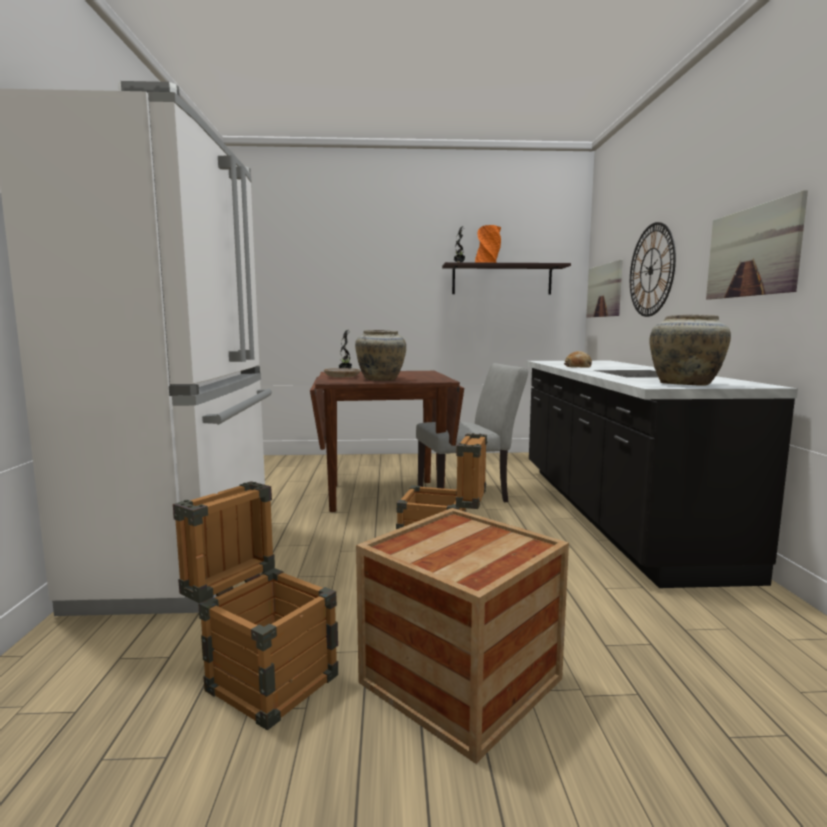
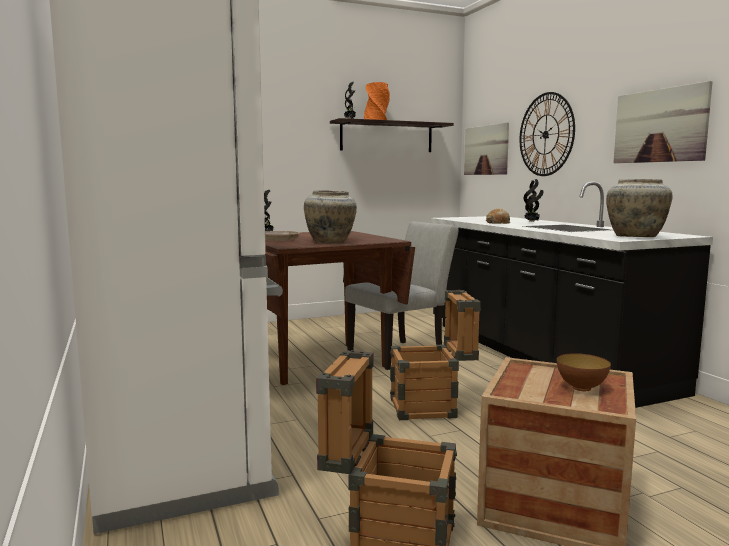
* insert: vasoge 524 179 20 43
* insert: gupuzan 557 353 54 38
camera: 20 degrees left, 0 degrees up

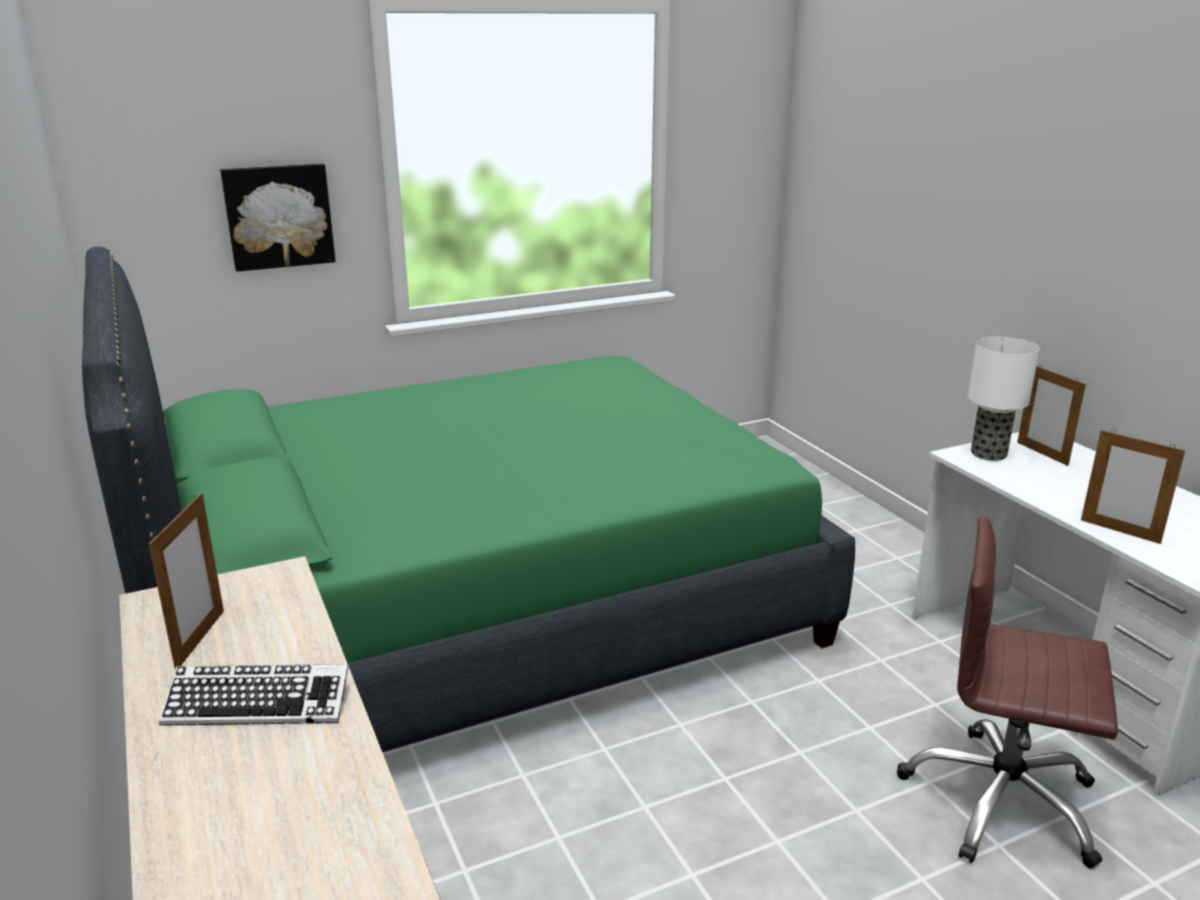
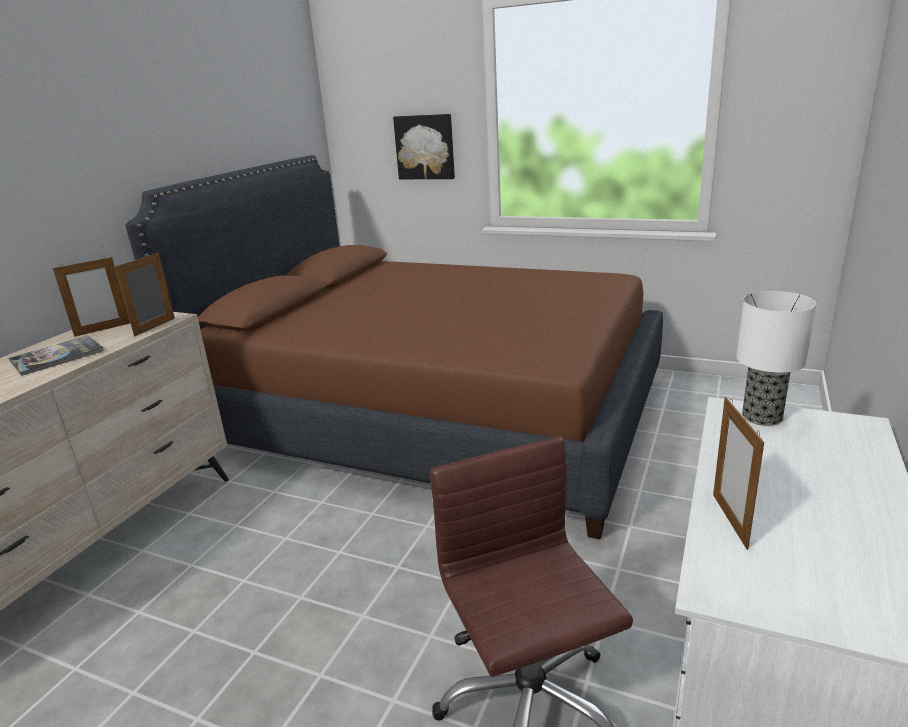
* recolor: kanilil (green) 82 246 773 506 to kanilil (brown) 126 155 537 384
* move: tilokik 1017 364 69 102 to 115 253 60 83
* replace: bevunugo 158 664 191 62 to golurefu 9 336 95 40
camera: 50 degrees right, 0 degrees up

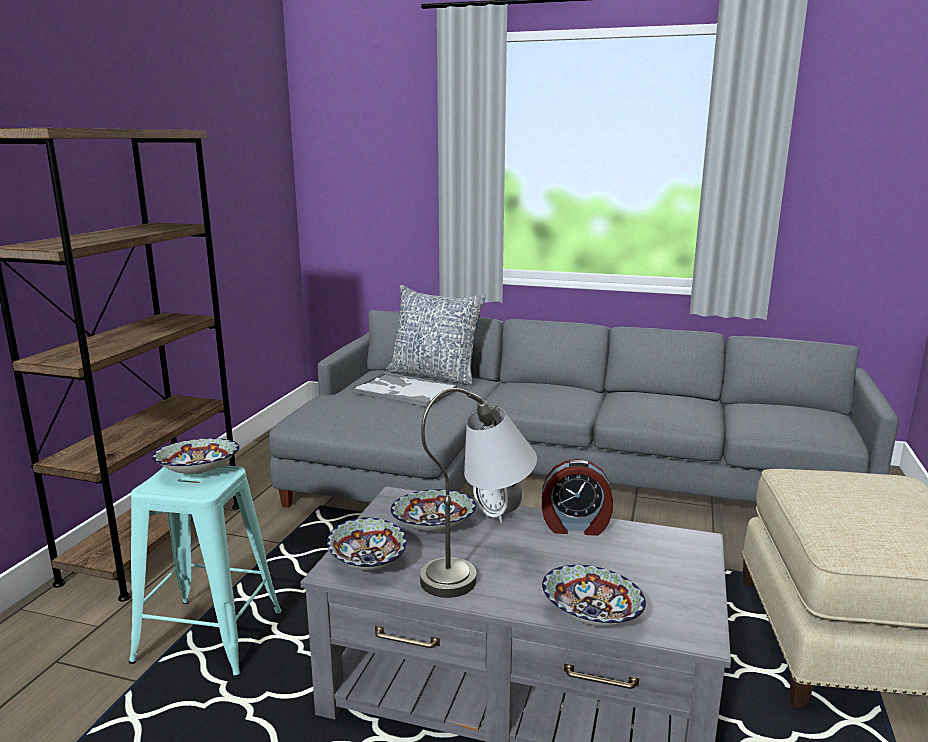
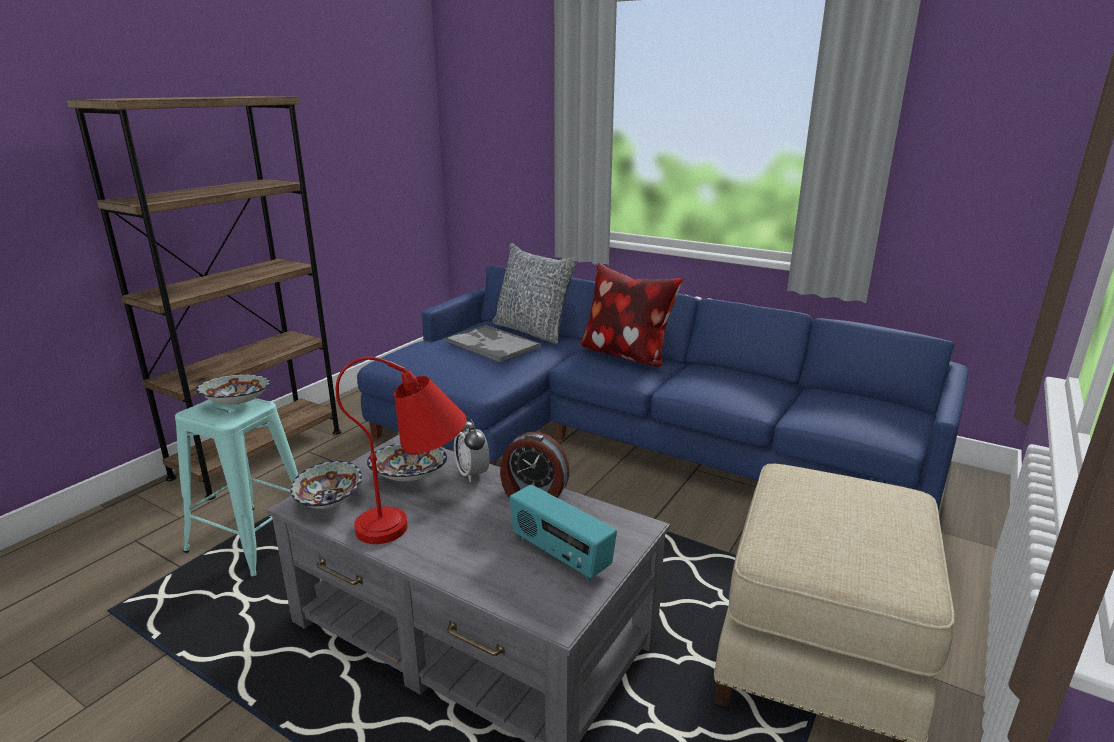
* recolor: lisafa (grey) 269 310 630 198 to lisafa (blue) 357 265 612 246
* recolor: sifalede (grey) 420 388 117 210 to sifalede (red) 336 357 130 187
* delete: gupuzan 542 565 104 61
* insert: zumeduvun 579 263 104 103
* insert: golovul 510 484 107 97
camera: 15 degrees right, 5 degrees up

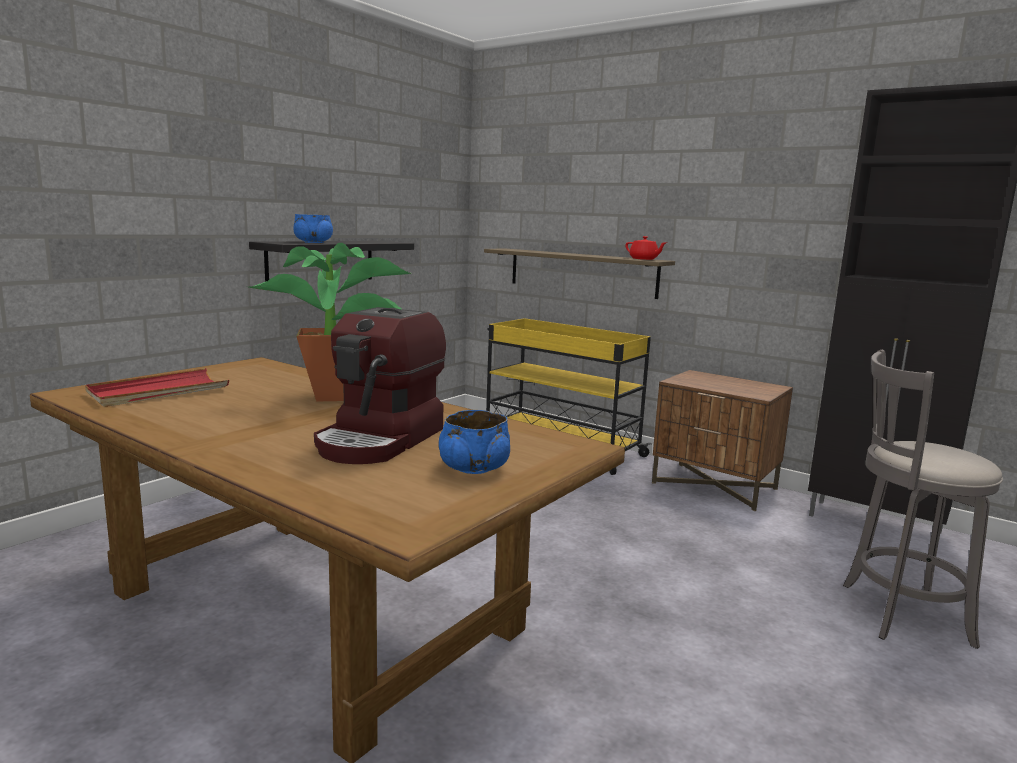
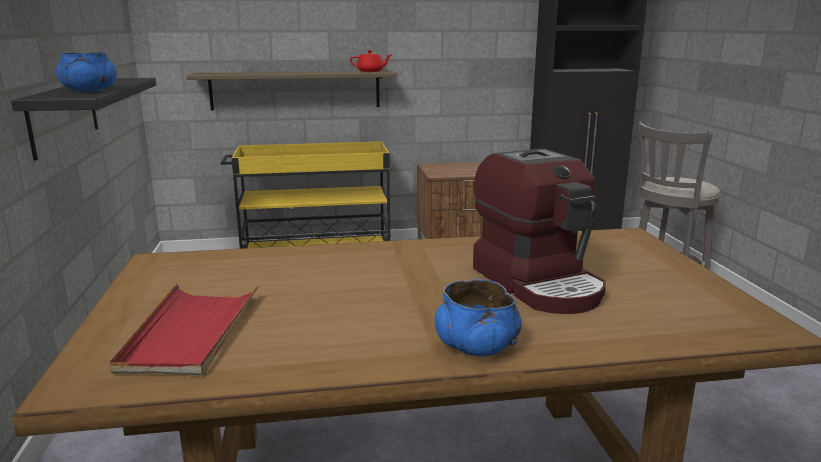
* delete: vasoge 249 243 162 159
* move: gupuzan (blue) 439 410 71 64 to 435 279 86 77
camera: 45 degrees left, 5 degrees up

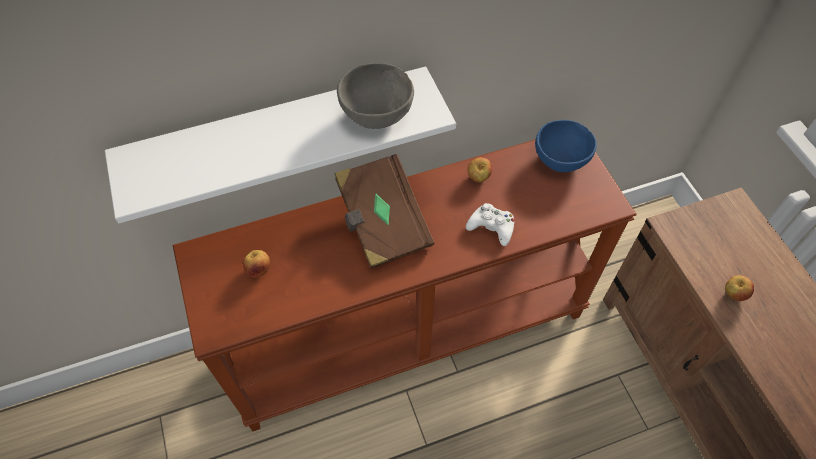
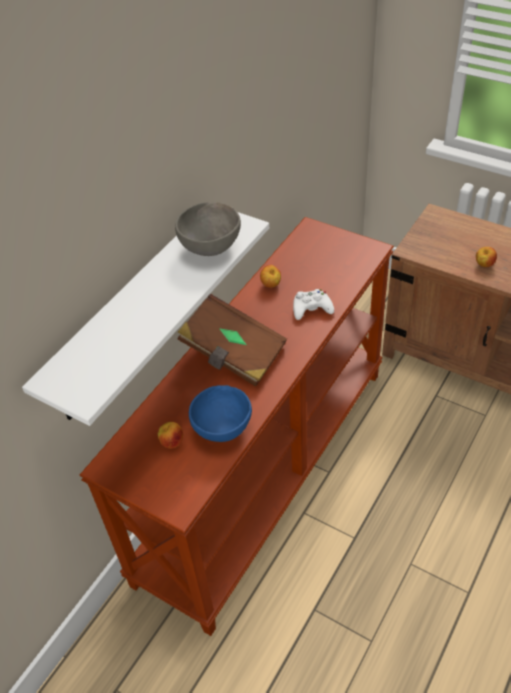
* move: gupuzan (blue) 535 120 61 52 to 189 385 63 57
camera: 35 degrees left, 10 degrees down

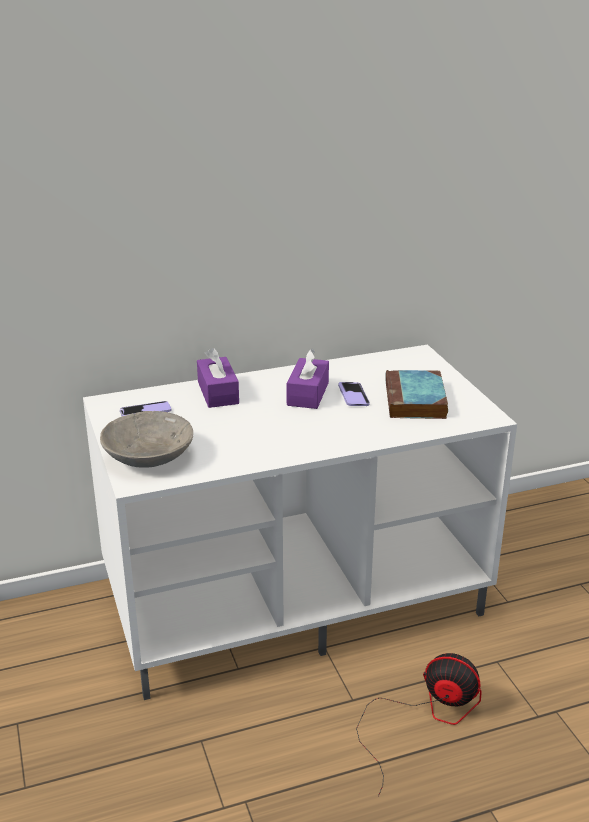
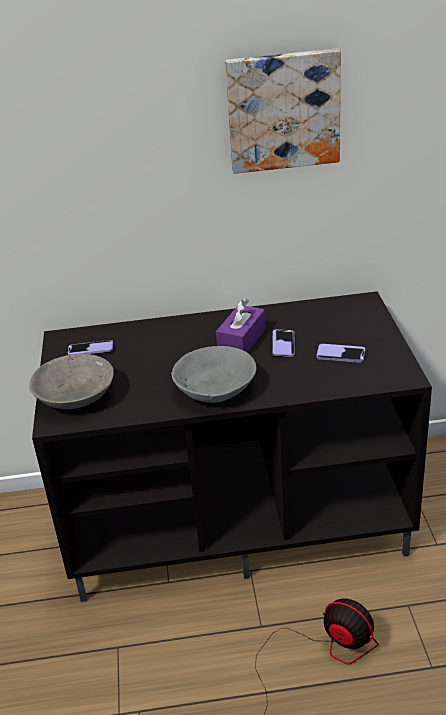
* recolor: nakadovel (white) 83 345 434 355 to nakadovel (black) 32 291 400 311
* delete: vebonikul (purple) 197 348 42 60
* replace: golurefu 385 370 63 49 to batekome 317 344 48 19
* insert: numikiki 225 49 116 125
* insert: gupuzan (grey) 171 346 85 57
camera: 15 degrees right, 5 degrees up

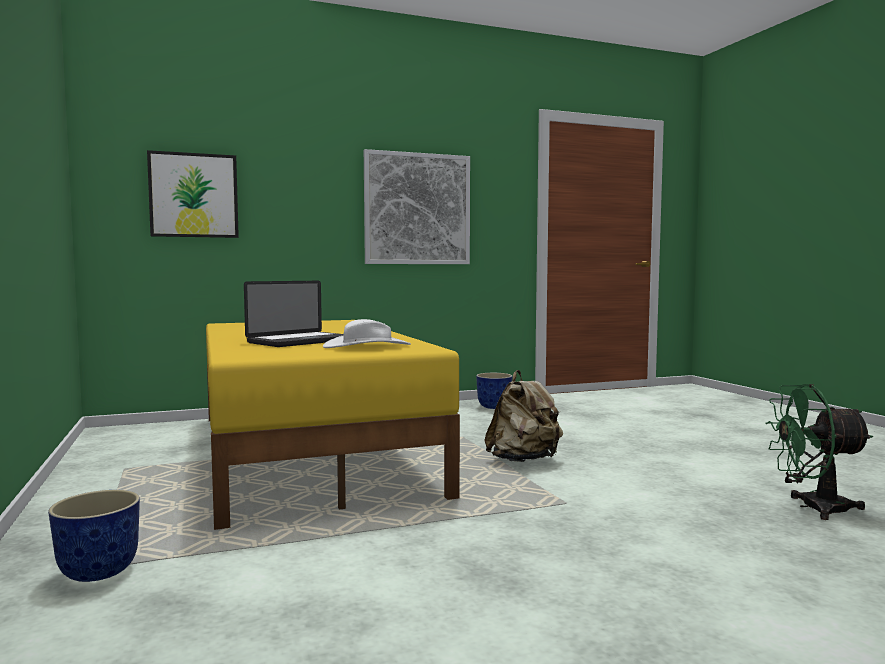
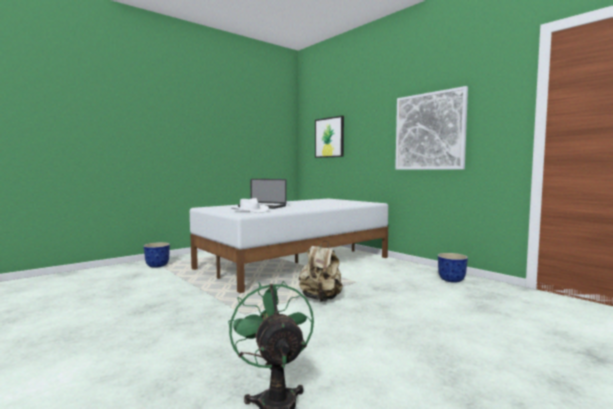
* recolor: kanilil (yellow) 206 320 254 210 to kanilil (white) 190 199 198 94
camera: 70 degrees right, 0 degrees up

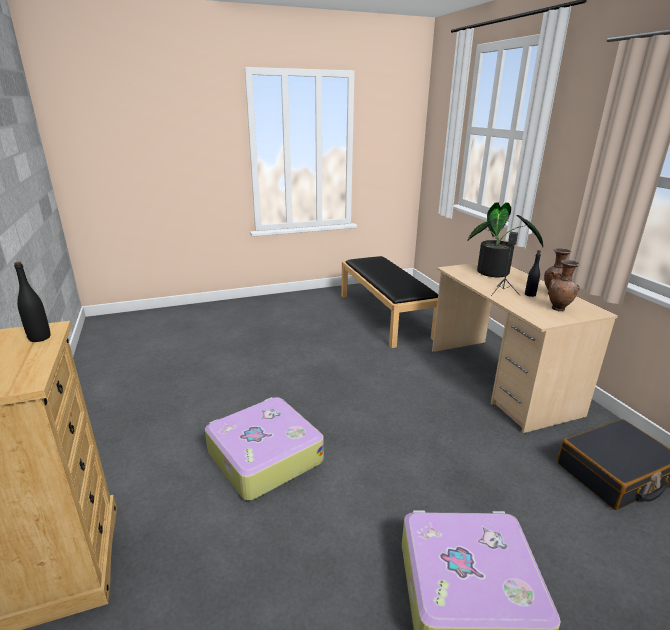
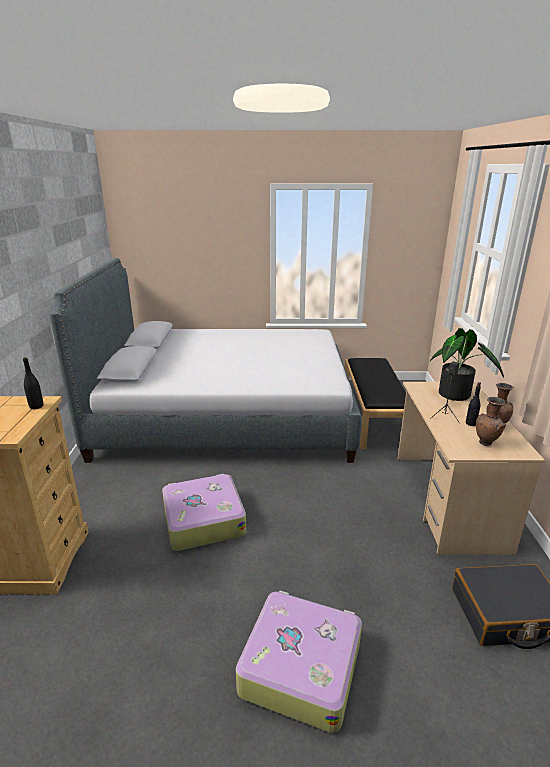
* insert: kanilil (grey) 50 258 311 205
camera: 20 degrees right, 0 degrees up

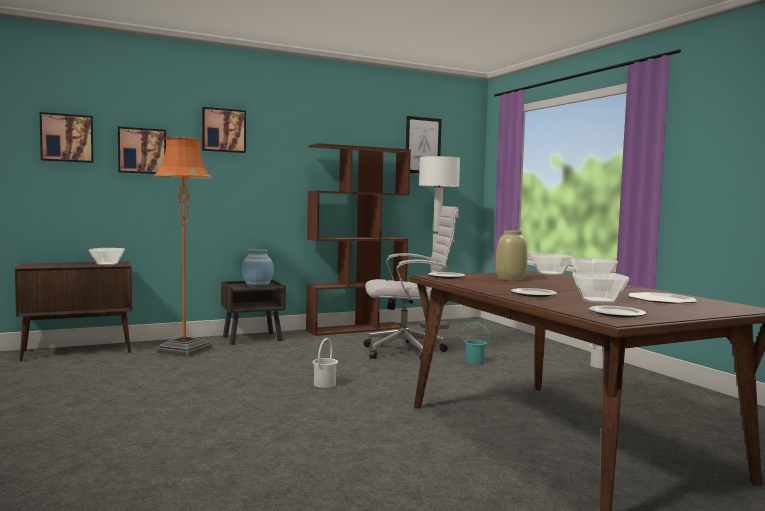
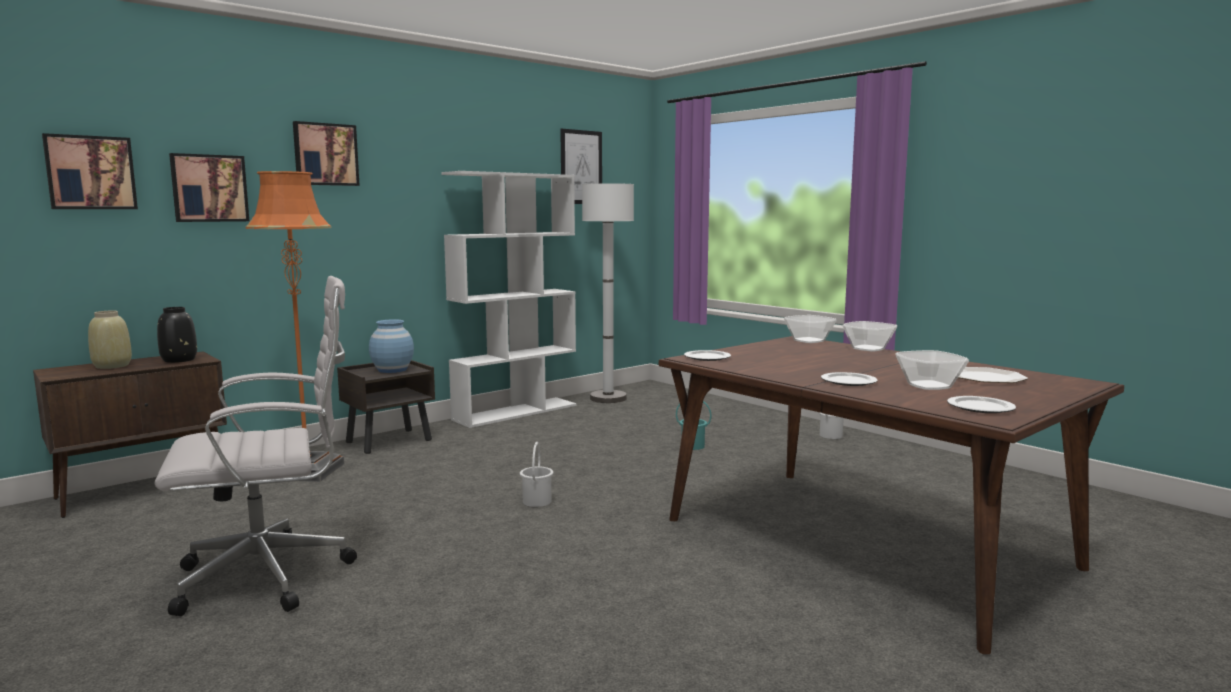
* recolor: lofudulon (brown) 306 143 105 193 to lofudulon (white) 441 171 135 257
* move: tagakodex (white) 363 206 96 154 to 154 276 203 340
* move: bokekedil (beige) 496 230 31 51 to 88 311 44 58
* replace: gupuzan 89 248 36 17 to bokekedil (black) 157 307 40 56
camera: 15 degrees left, 5 degrees up

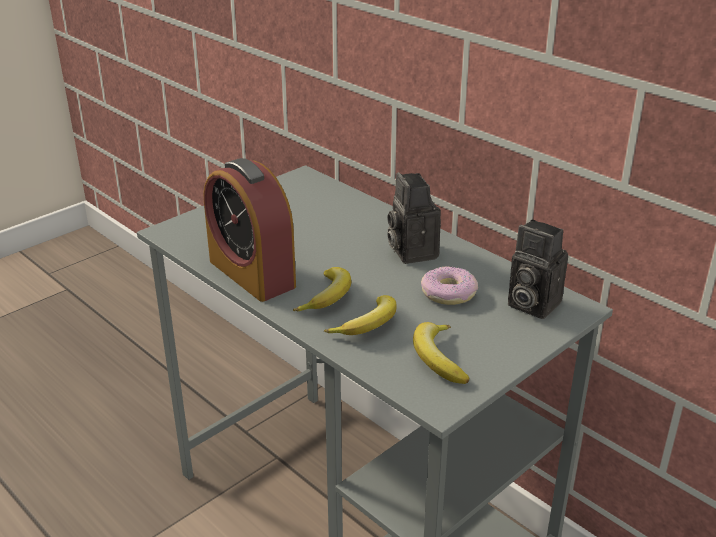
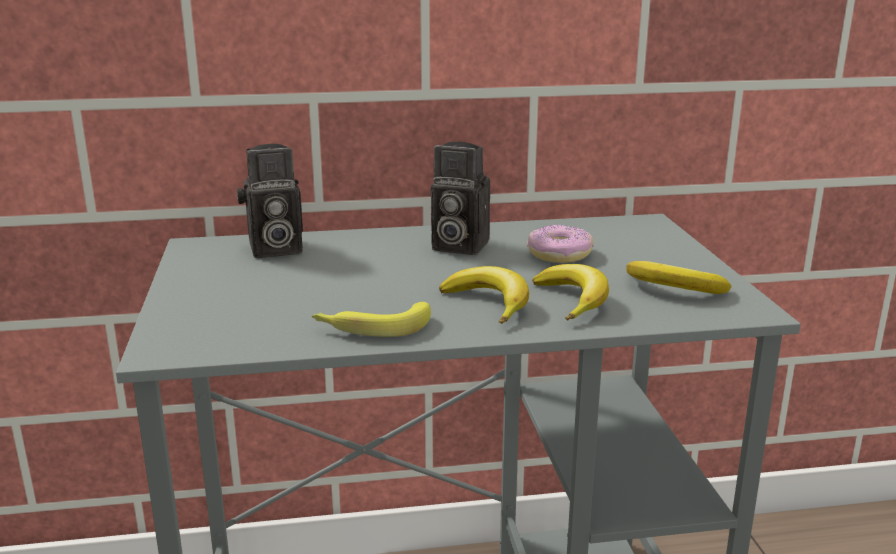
* replace: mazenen 204 158 92 144 to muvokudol 312 302 119 35
* move: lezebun 508 219 60 100 to 237 144 66 114
camera: 55 degrees left, 10 degrees down

